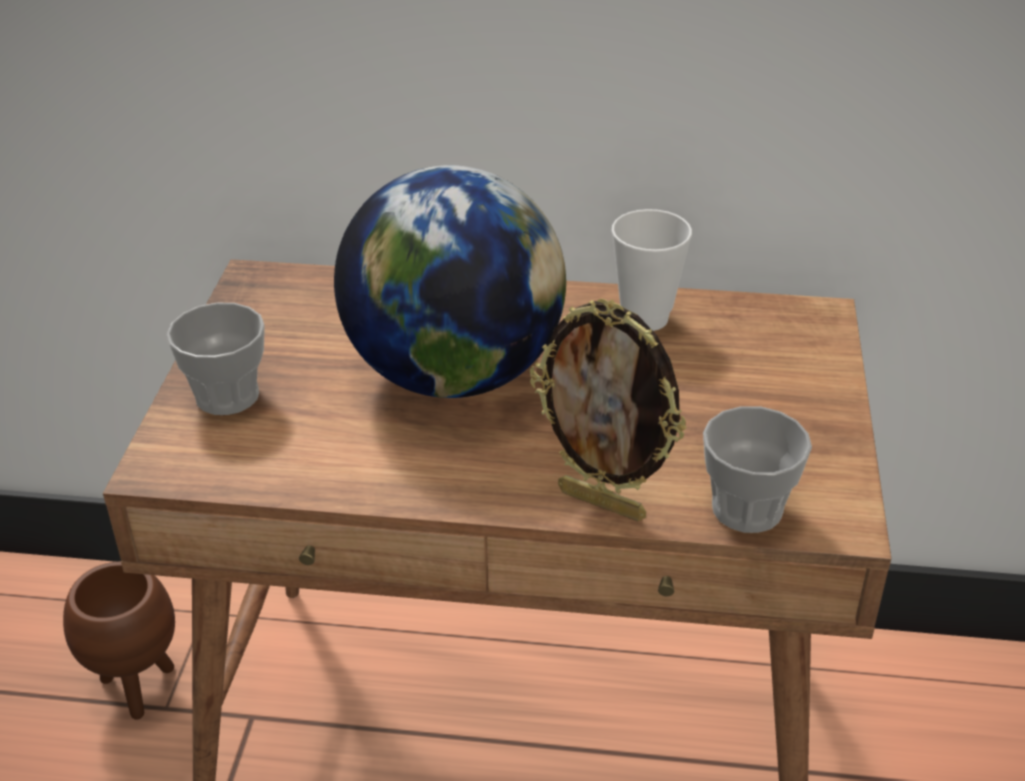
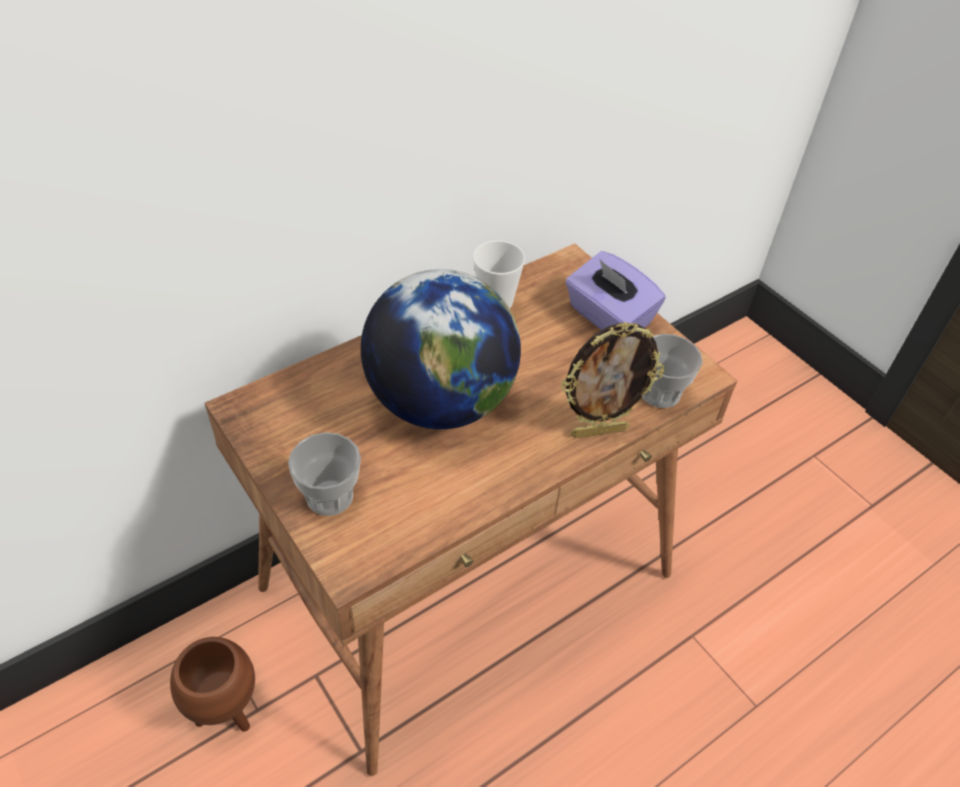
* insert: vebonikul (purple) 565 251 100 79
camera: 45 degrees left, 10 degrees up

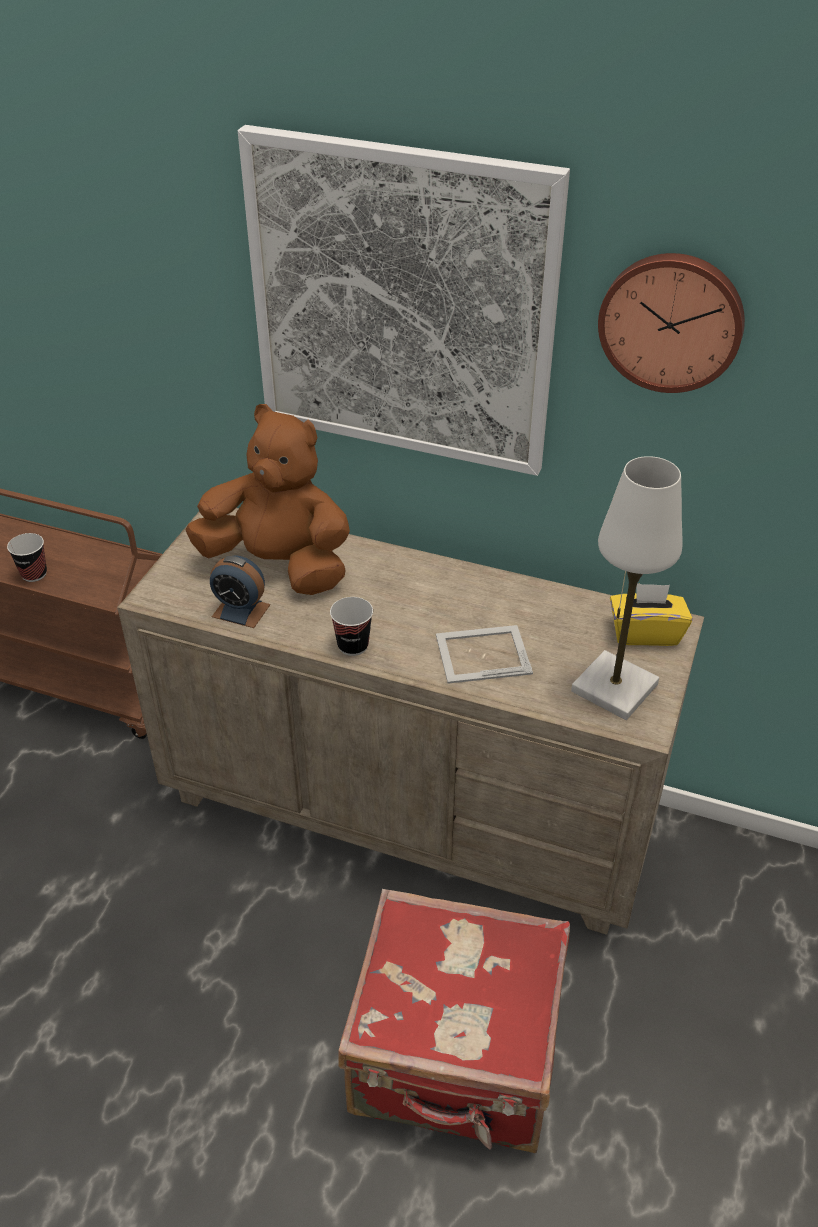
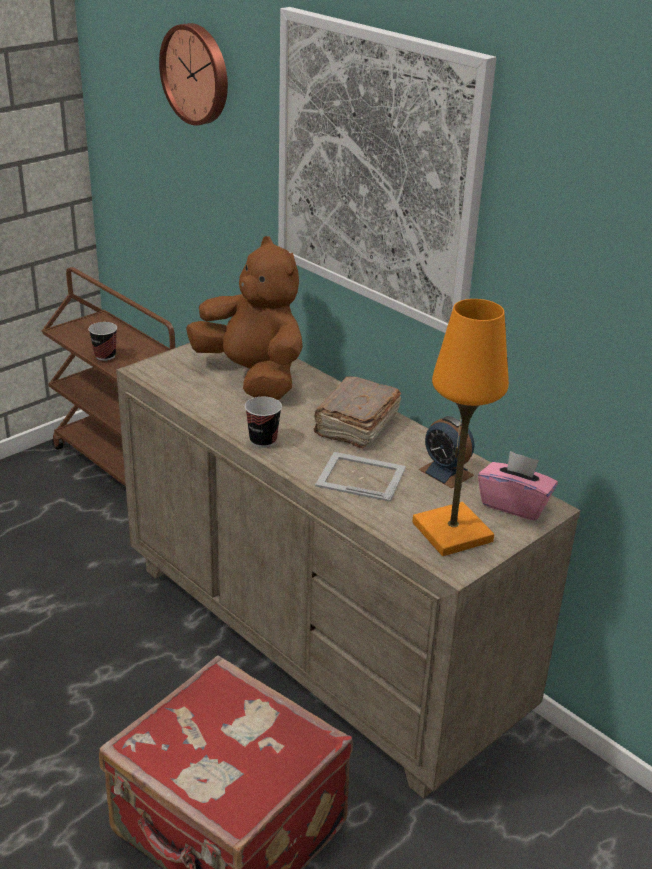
* move: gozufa 598 253 147 140 to 159 23 69 103
* recolor: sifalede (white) 571 456 111 264 to sifalede (orange) 412 299 97 257
* move: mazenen 210 555 60 73 to 419 416 55 72
* recolor: vebonikul (yellow) 610 583 82 63 to vebonikul (pink) 478 451 80 70
* insert: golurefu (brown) 313 376 88 73
camera: 25 degrees right, 10 degrees down

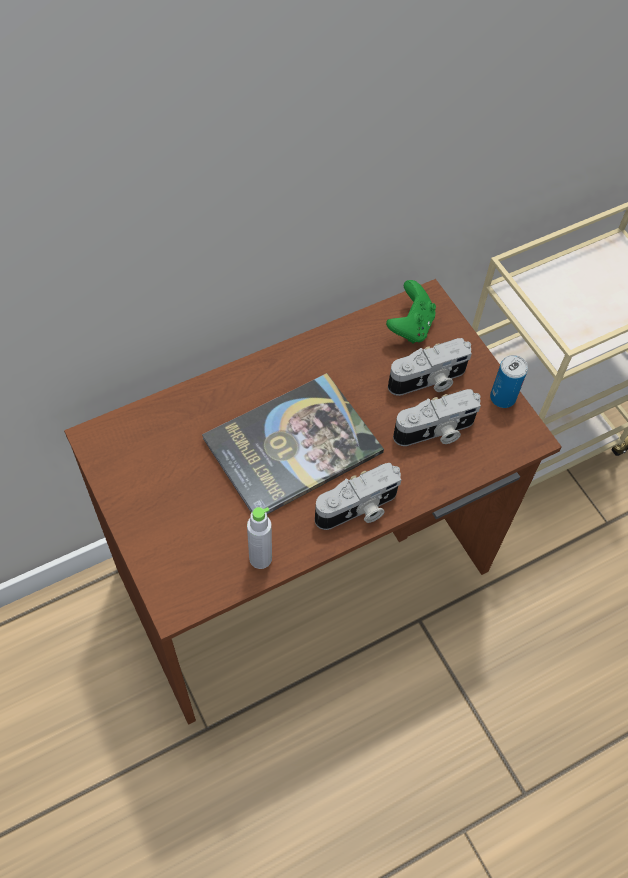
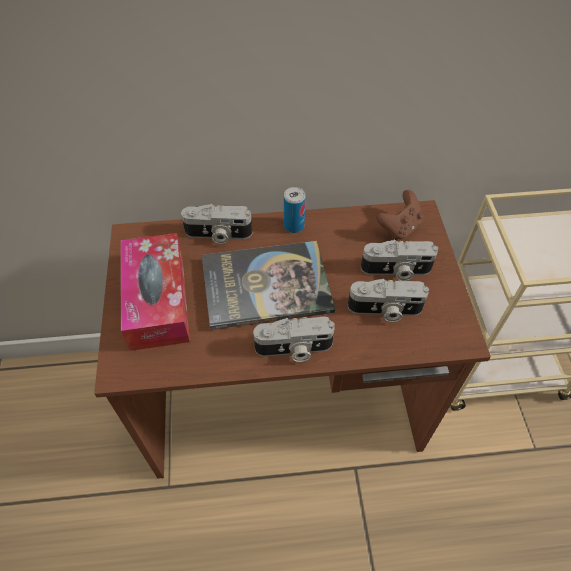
* recolor: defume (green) 386 280 50 63 to defume (brown) 376 190 47 50
* move: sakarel 490 355 38 53 to 284 187 22 46
* delete: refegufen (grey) 247 507 25 62
* insert: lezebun 181 204 71 40
* insert: vebonikul 121 233 69 118
camera: 25 degrees right, 5 degrees down

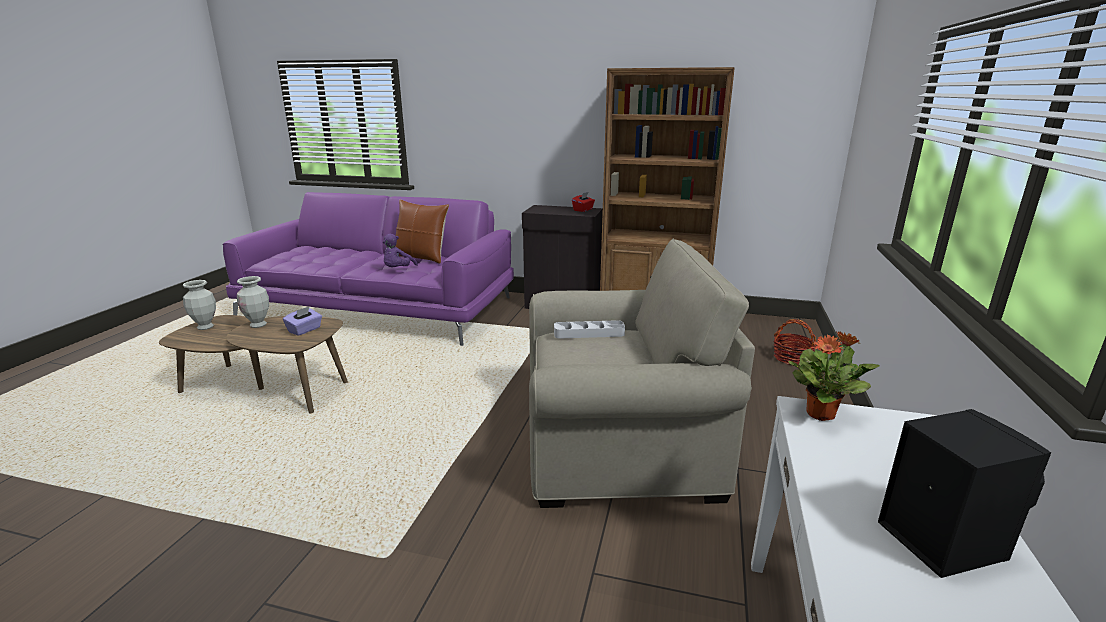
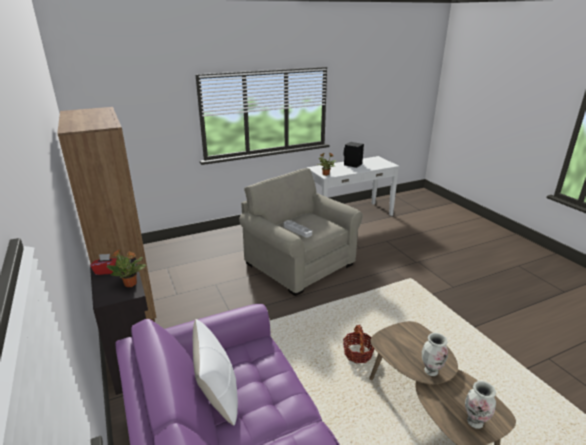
* recolor: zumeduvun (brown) 395 199 54 65 to zumeduvun (white) 193 319 45 106
* delete: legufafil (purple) 383 234 35 33
* delete: vebonikul (purple) 283 307 39 29
* move: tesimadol 773 319 43 46 to 343 324 31 39
* insert: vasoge 106 250 40 37
camera: 130 degrees left, 5 degrees up

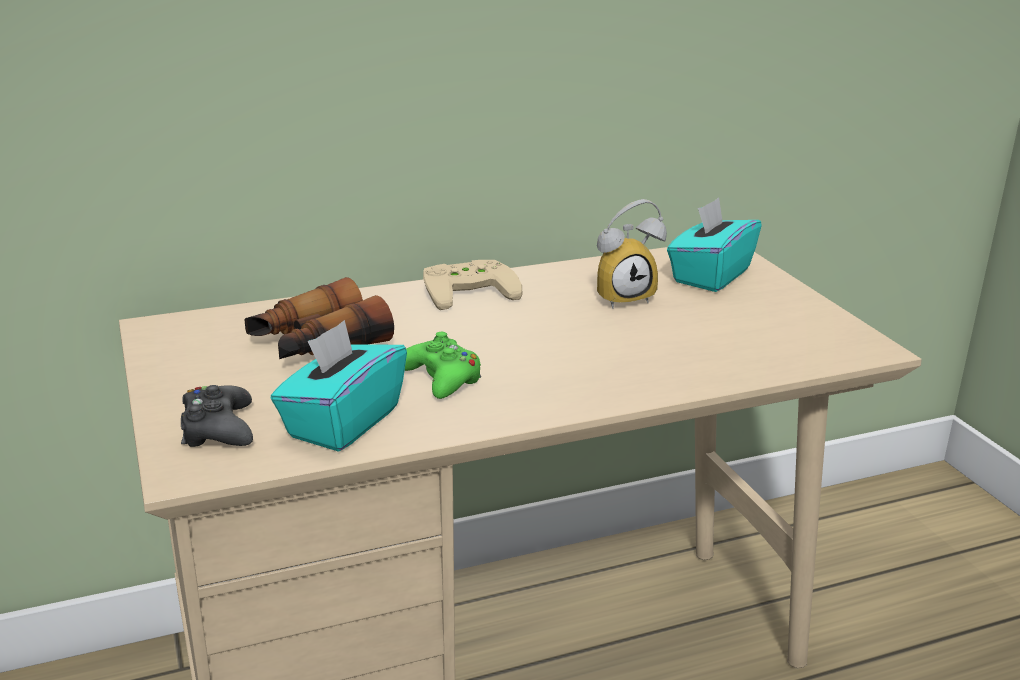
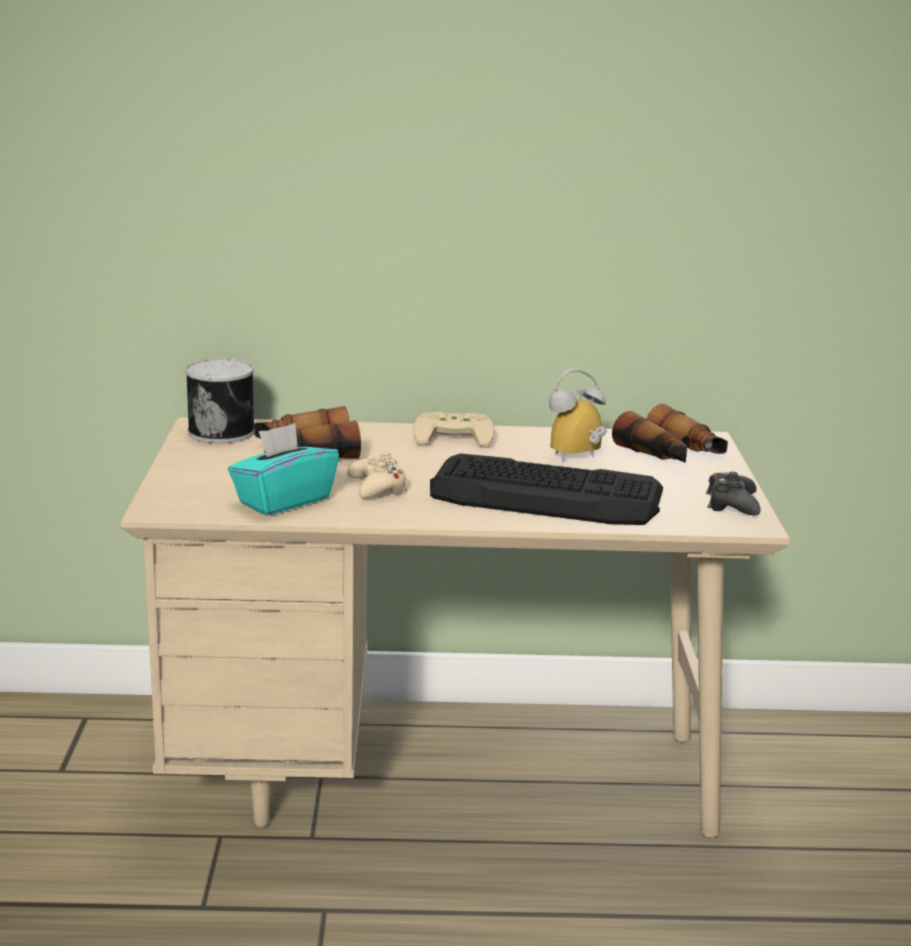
* replace: vebonikul (turquoise) 667 197 95 95 to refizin 612 404 116 59
* rotate: mazenen 597 199 70 110 = 549 368 58 95 150 degrees clockwise
* recolor: defume (green) 405 332 76 67 to defume (beige) 347 452 60 46
* move: defume (black) 181 385 72 62 to 706 472 55 44
* insert: sakarel 185 358 69 85
* insert: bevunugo 430 453 233 72
camera: 20 degrees right, 5 degrees down

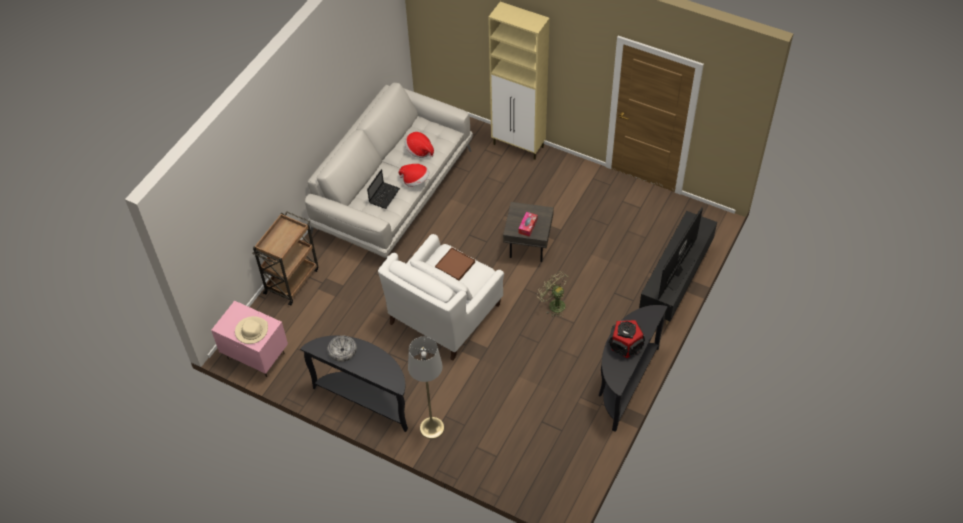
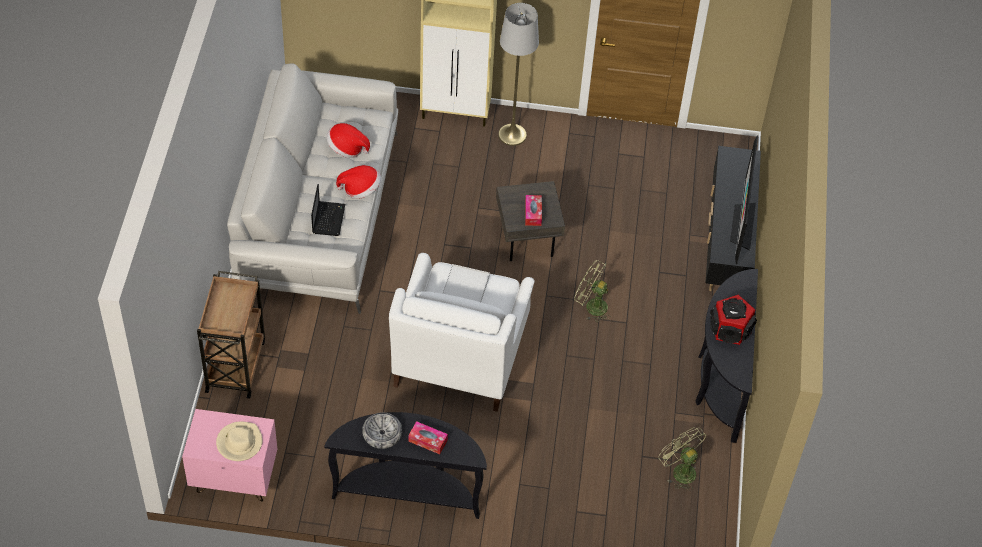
* recolor: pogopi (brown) 435 248 40 33 to pogopi (white) 442 264 48 38
* move: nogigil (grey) 408 336 36 103 to 498 3 41 143
* insert: vebonikul 408 421 40 33
* insert: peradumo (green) 658 427 48 64
camera: 25 degrees left, 0 degrees up

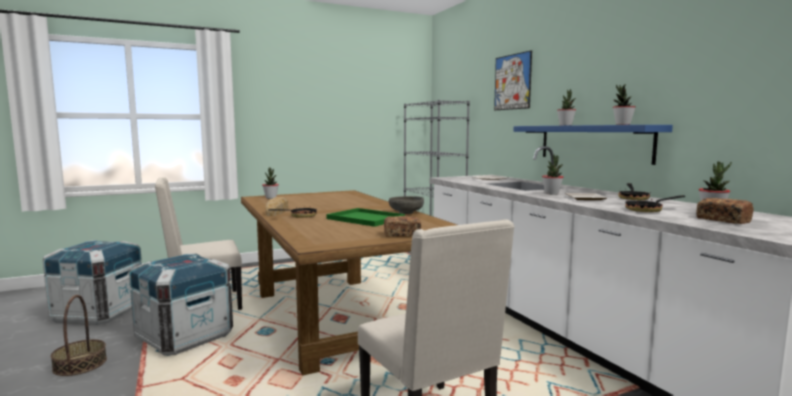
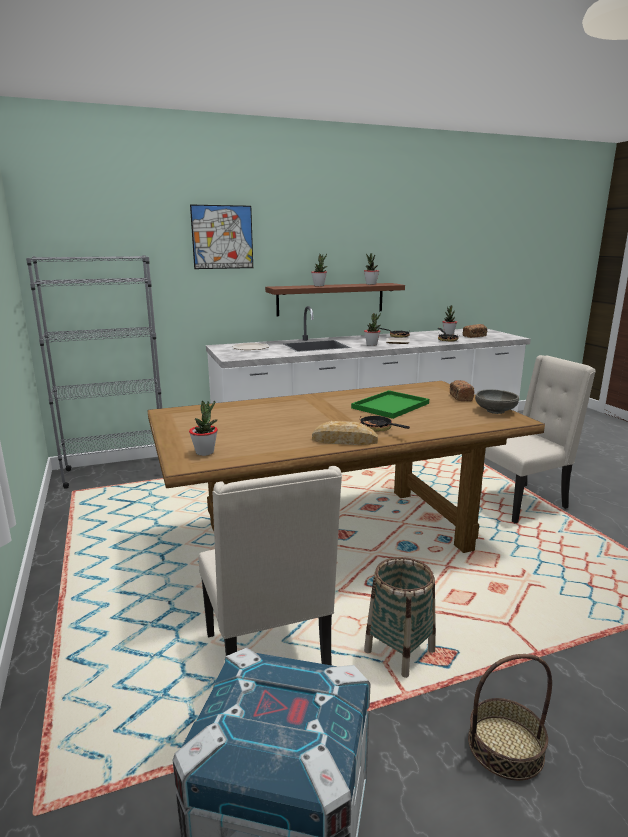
* recolor: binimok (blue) 514 125 159 40 to binimok (brown) 265 283 140 33
* move: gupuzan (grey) 389 196 35 18 to 475 389 44 25
* replace: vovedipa 129 253 104 102 to tesimadol 364 557 72 121
camera: 85 degrees left, 10 degrees up

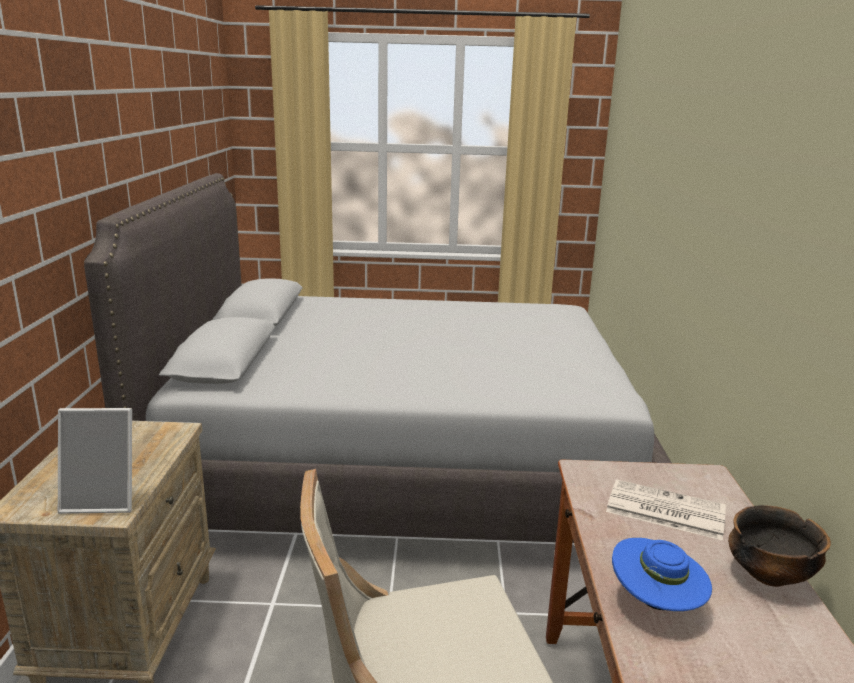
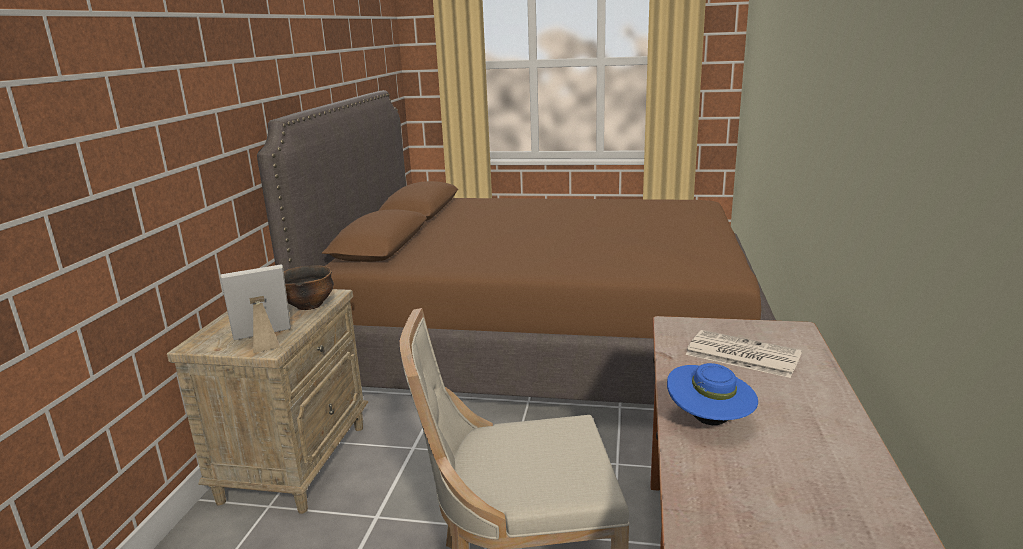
* recolor: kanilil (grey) 84 173 588 370 to kanilil (brown) 257 90 519 315
* rotate: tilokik 58 408 74 106 = 220 264 71 89 150 degrees clockwise
* move: gupuzan 728 505 103 82 to 284 265 50 45
camera: 10 degrees right, 0 degrees up

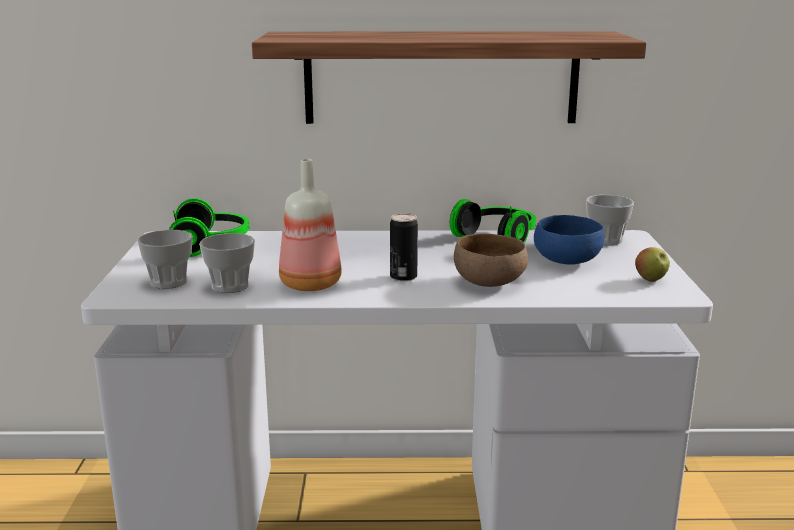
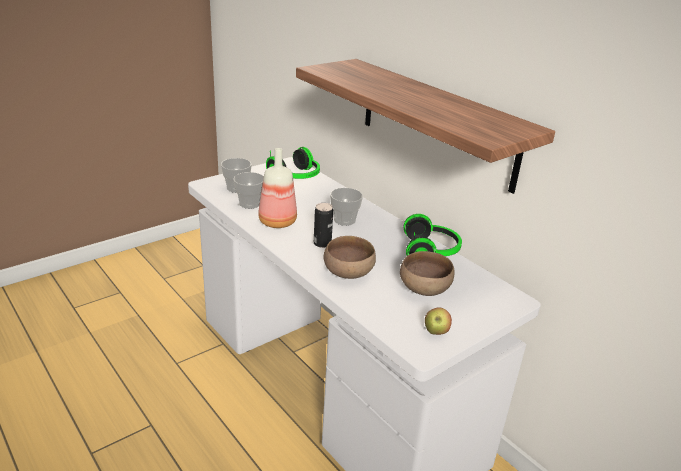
* move: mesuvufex 586 195 48 50 to 330 188 33 38
* recolor: gupuzan (blue) 534 215 70 50 to gupuzan (brown) 400 251 55 45
camera: 50 degrees right, 10 degrees up

